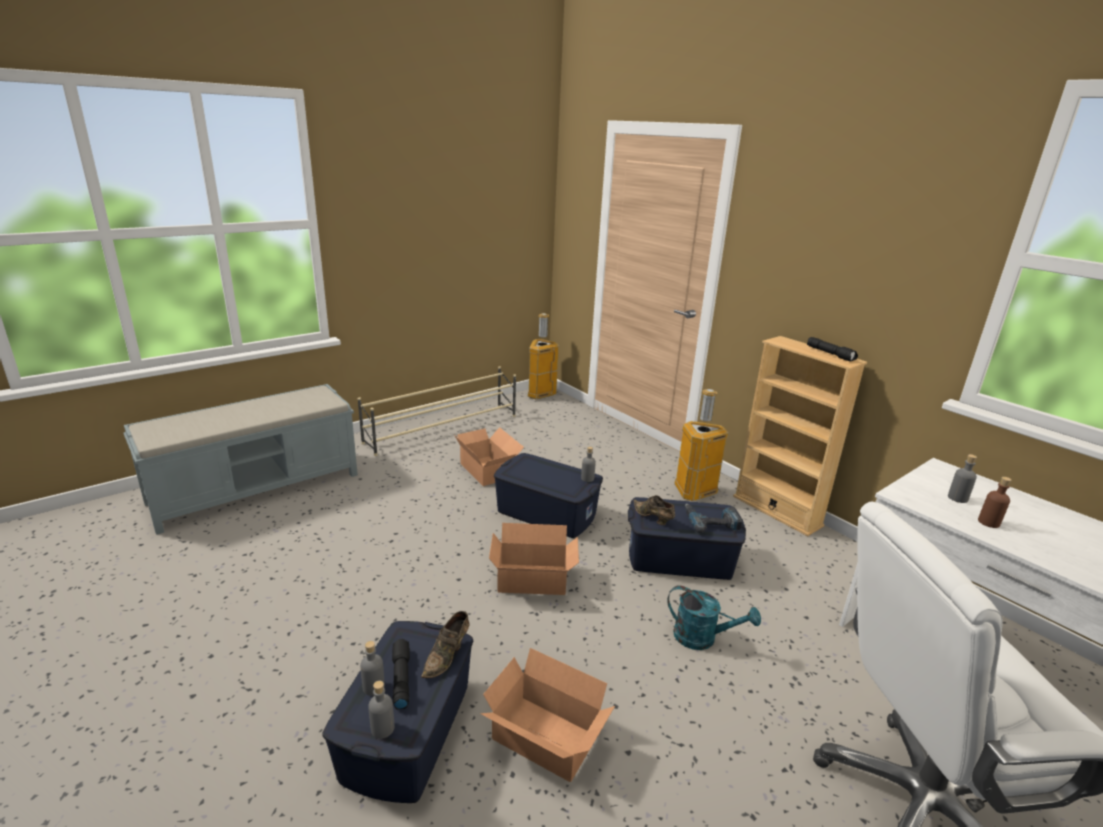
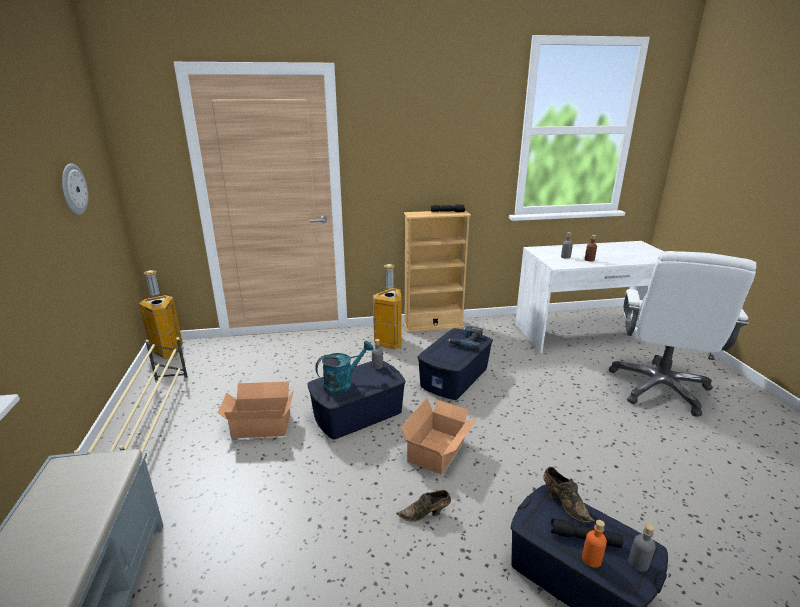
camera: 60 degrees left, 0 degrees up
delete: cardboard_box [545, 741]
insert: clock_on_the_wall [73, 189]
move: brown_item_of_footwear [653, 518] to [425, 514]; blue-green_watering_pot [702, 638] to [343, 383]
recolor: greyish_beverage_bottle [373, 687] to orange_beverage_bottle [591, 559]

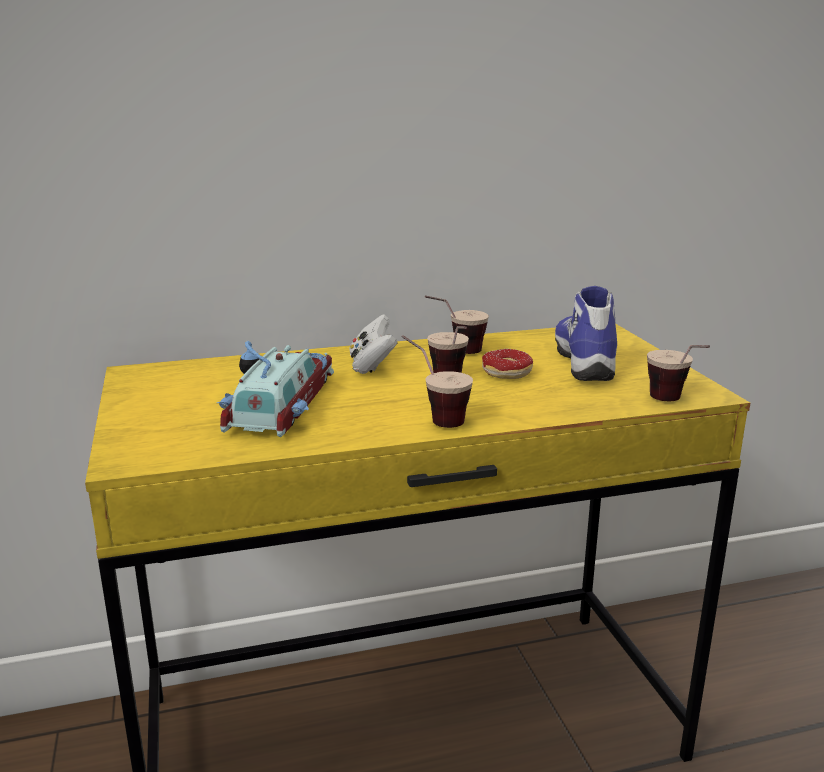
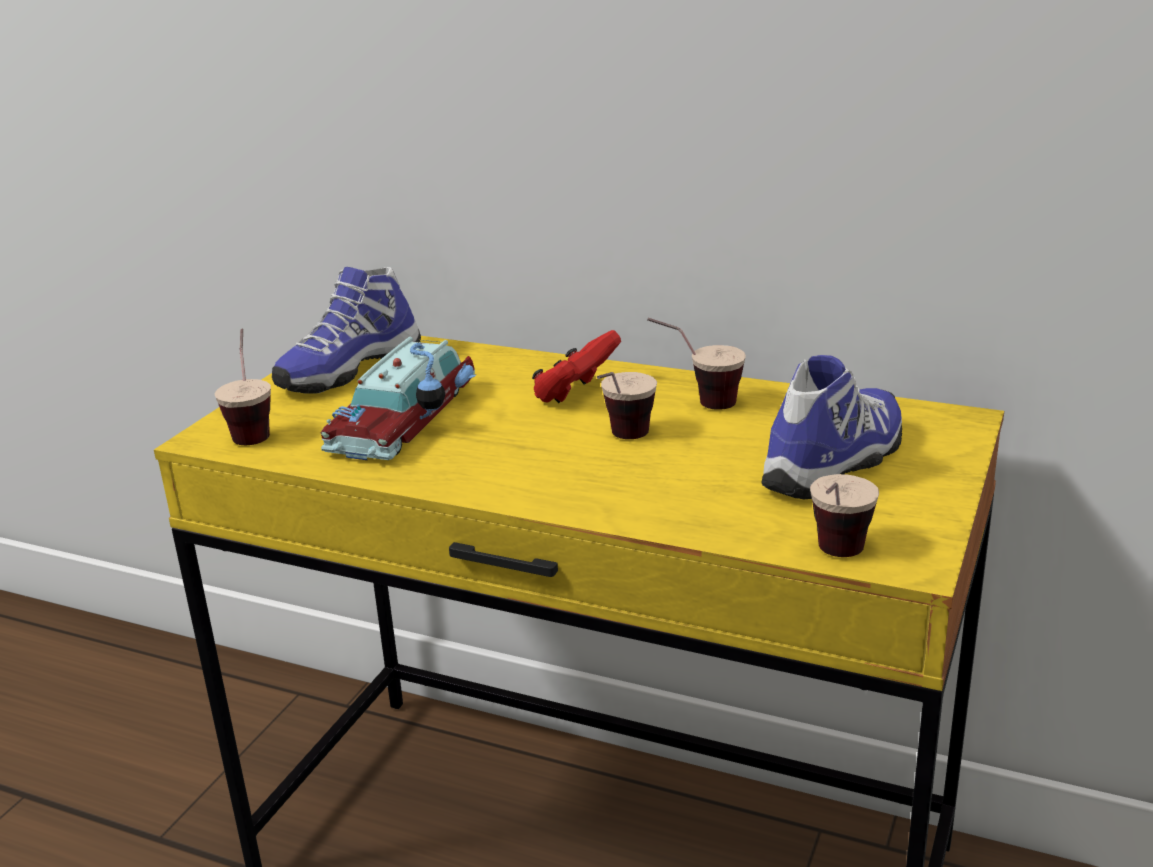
camera: 40 degrees right, 5 degrees up
delete: ring_doughnut [503, 376]
insert: item_of_footwear [347, 369]
move: drinking_cup [433, 417] to [252, 429]
recolor: whitish_joypad [372, 365] to reddish_joypad [575, 394]
rotate: model_car [277, 404] = [409, 416] 150 degrees clockwise

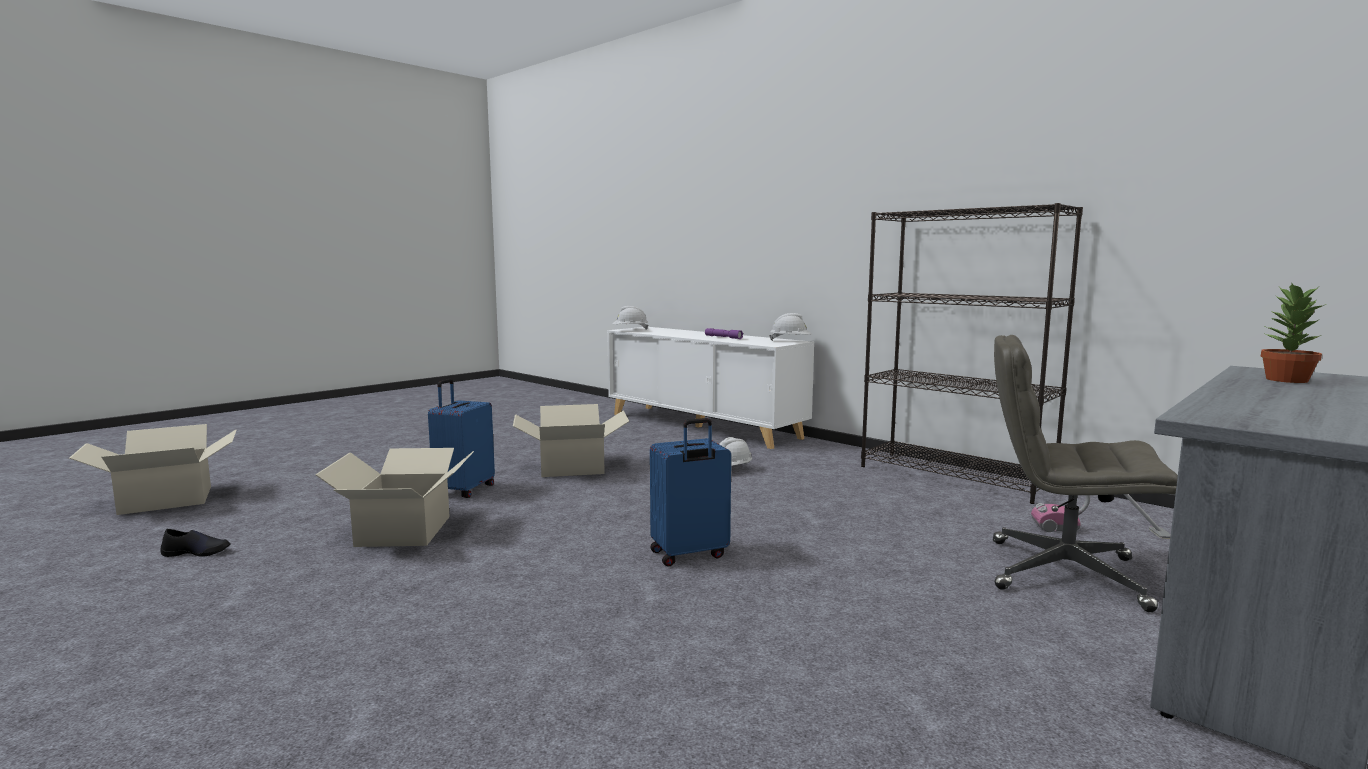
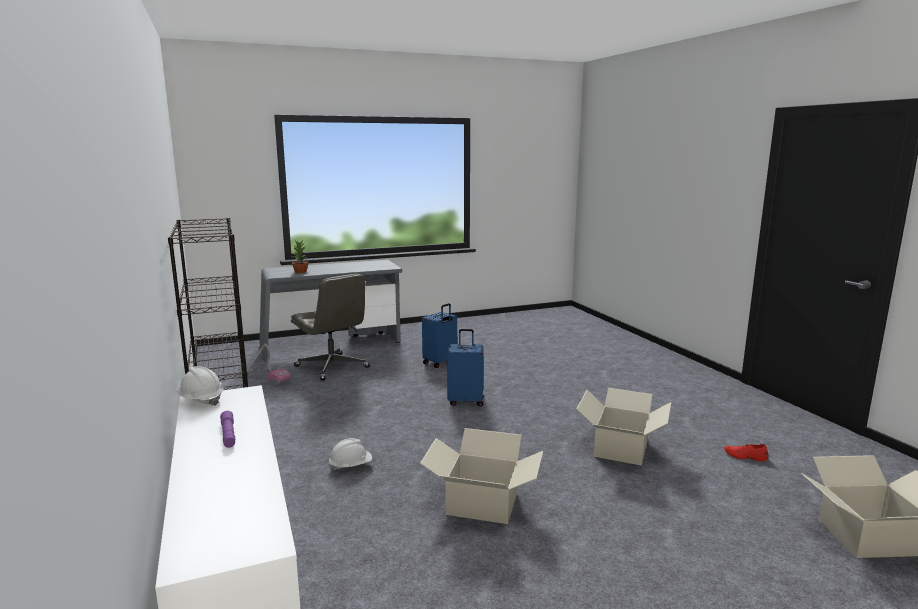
camera: 155 degrees left, 5 degrees up
delete: whitish_hard_hat [630, 330]
move: blue-coloured_travel_case [464, 490] to [440, 362]
recolor: black-coloured_item_of_footwear [197, 552] to reddish_item_of_footwear [745, 456]

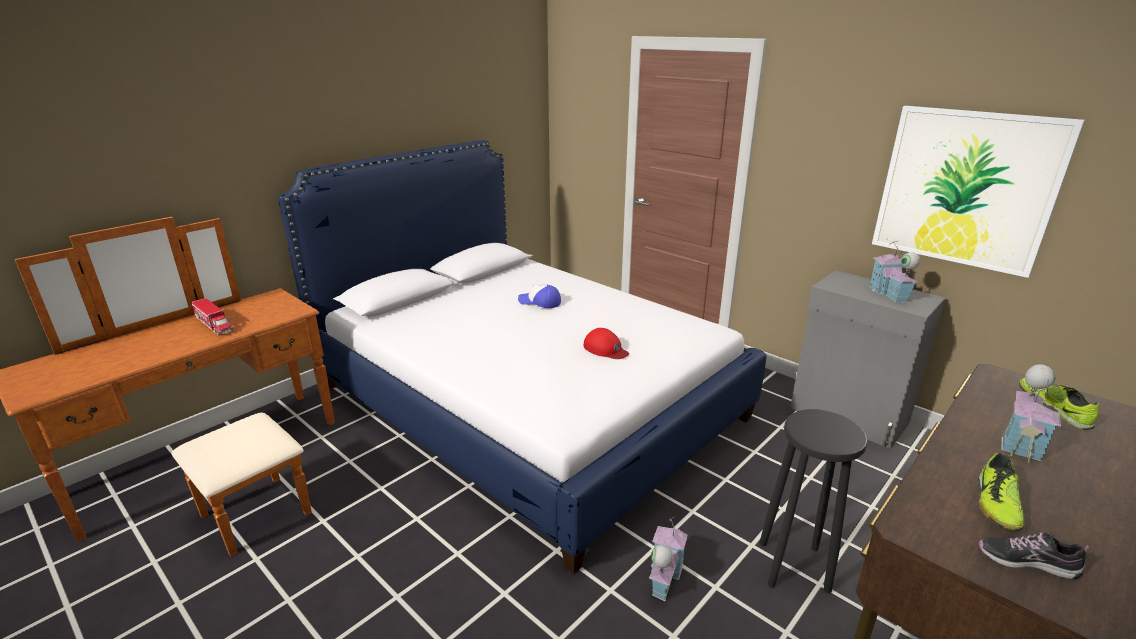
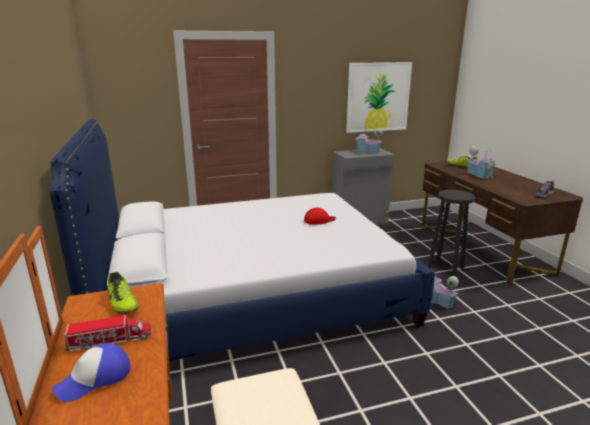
camera: 60 degrees left, 5 degrees down
move: peaked_cap [540, 302] to [95, 379]; item_of_footwear [996, 504] to [122, 303]

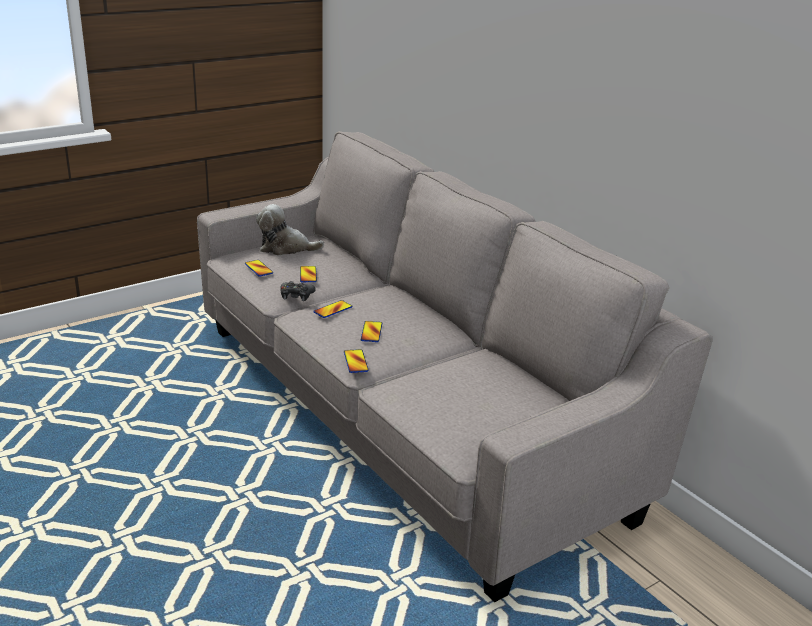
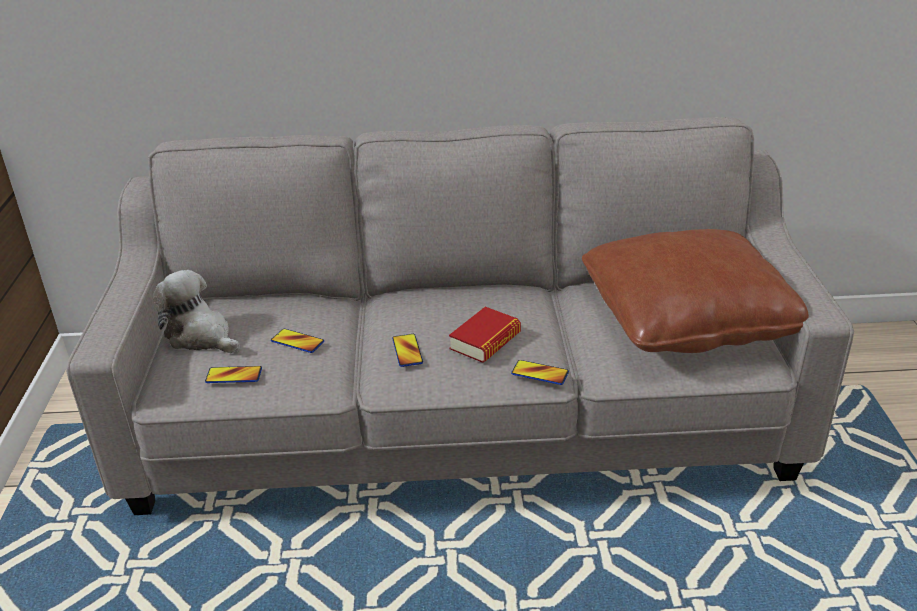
camera: 55 degrees left, 5 degrees up
delete: black-coloured_joypad [296, 295]
insert: brown_pillow [686, 319]
replace: telephone [371, 332] to volume [485, 341]
rotate: plush_toy [285, 248] = [201, 336] 90 degrees clockwise

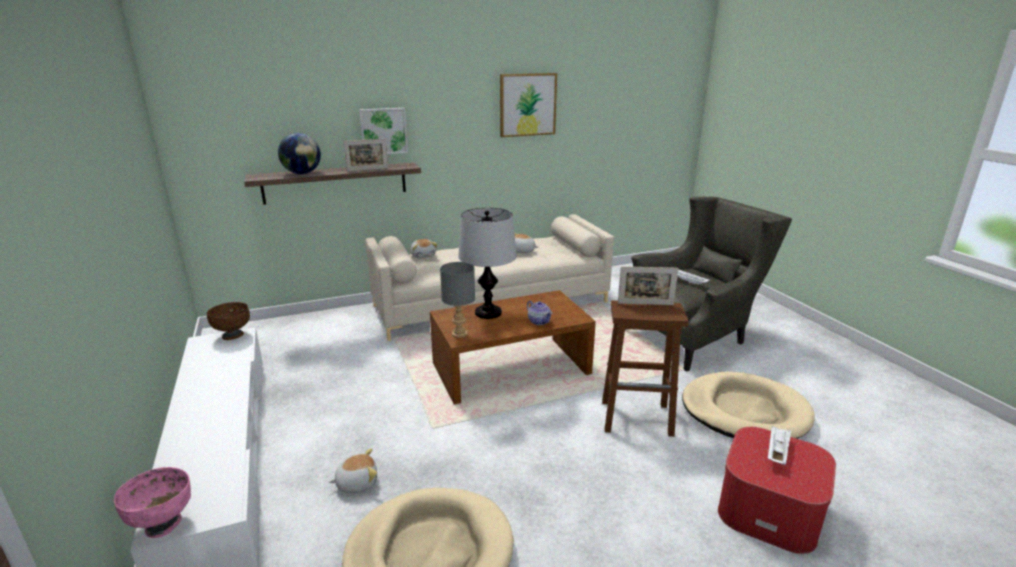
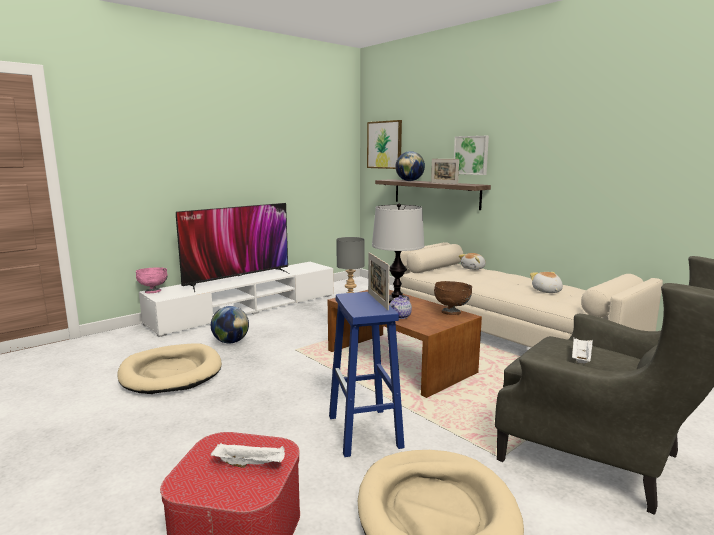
camera: 70 degrees right, 10 degrees down
insert: television [238, 279]
move: picture [527, 105] to [384, 145]; brown_serving_bowl [233, 335] to [451, 313]
replace: plush_toy [357, 482] to globe [231, 342]
recolor: brown_stool [637, 418] to blue-coloured_stool [365, 432]

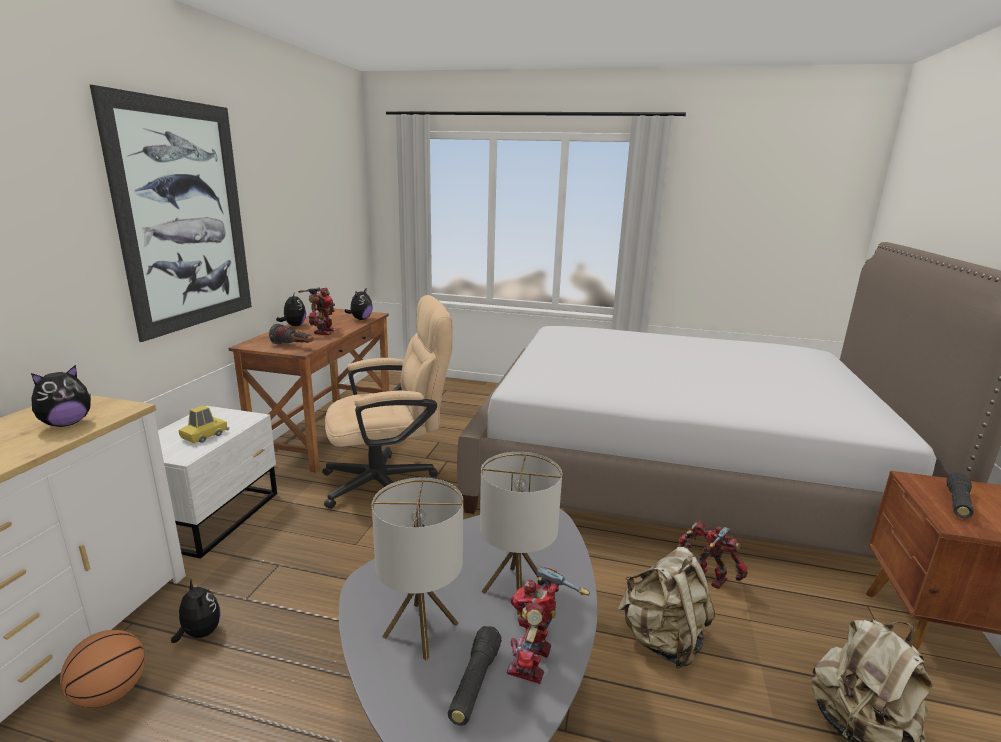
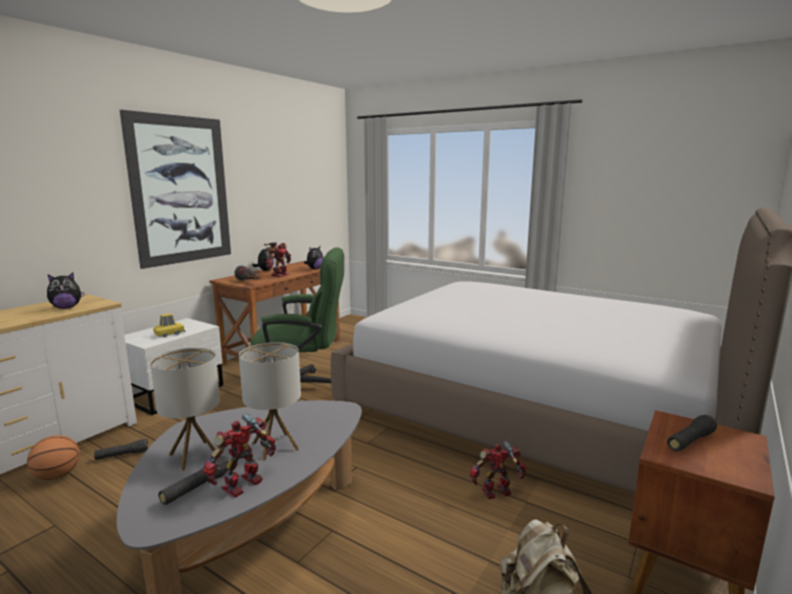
camera: 20 degrees right, 5 degrees down
delete: beige_rucksack [662, 640]
replace: plush_toy [199, 633] to black-coloured_torch [122, 455]
recolor: beige_desk_chair [390, 482] to green_desk_chair [302, 388]
rotate: toy_robot [708, 579] = [497, 493] 75 degrees counterclockwise

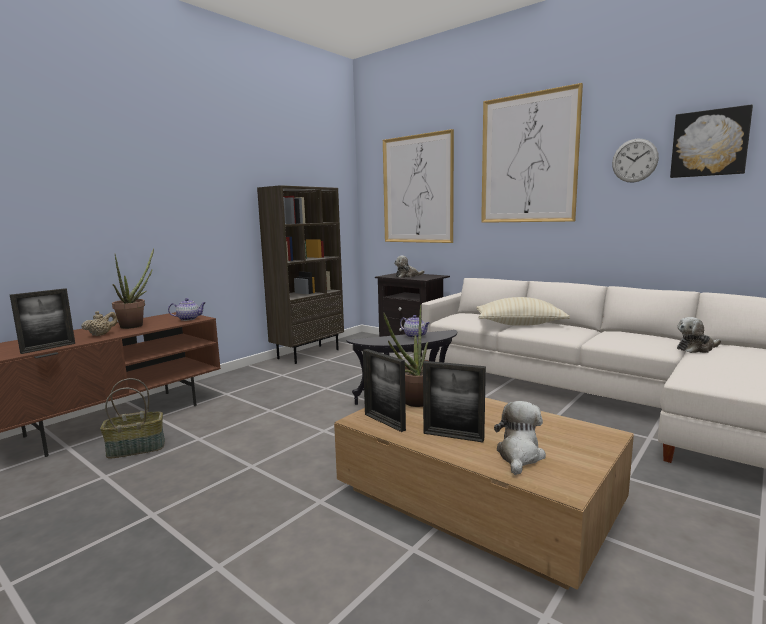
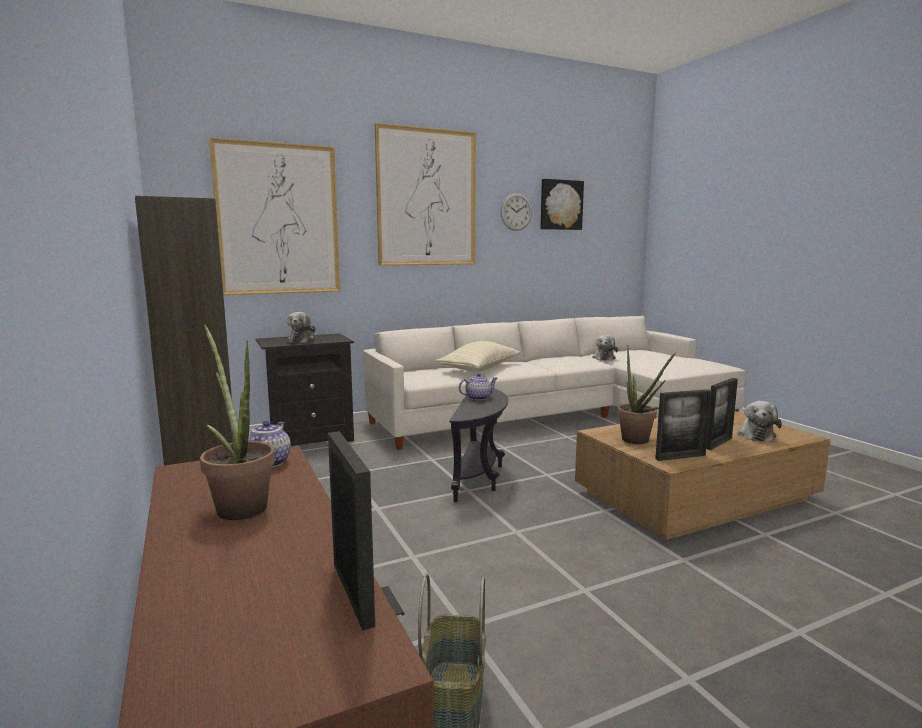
camera: 65 degrees left, 0 degrees up
delete: beige_pot_for_tea [101, 334]
rotate: plush_toy [519, 455] = [756, 435] 120 degrees counterclockwise

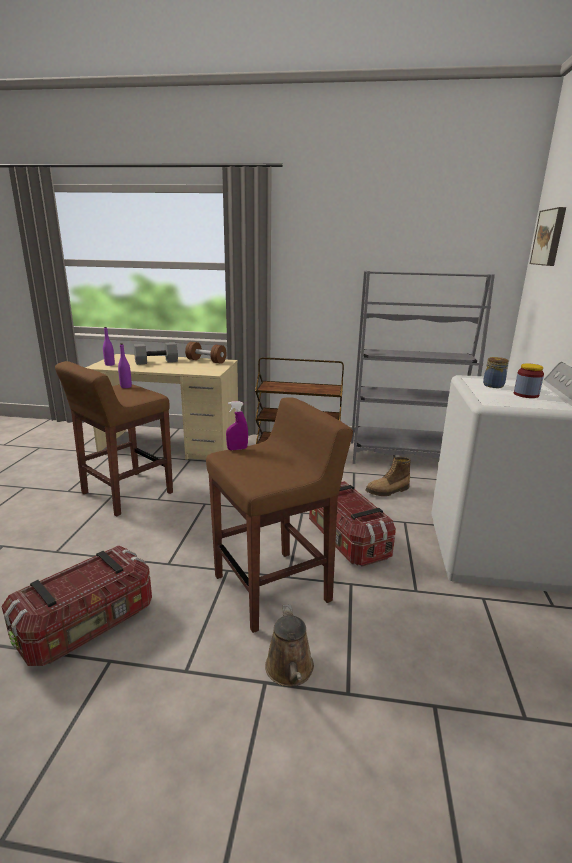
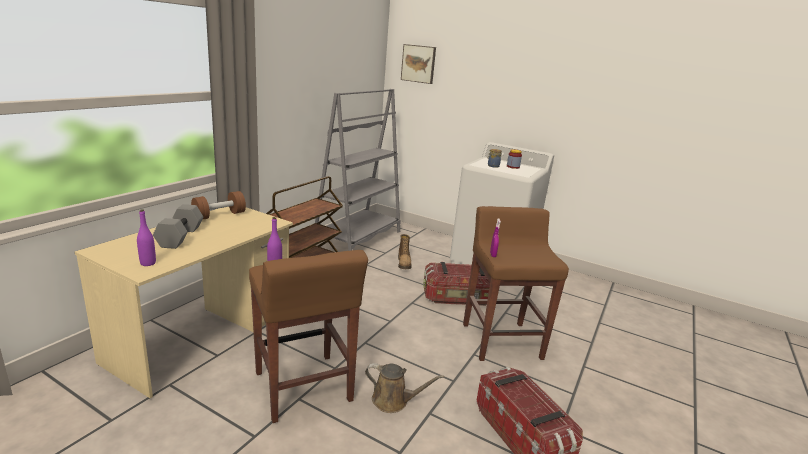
camera: 70 degrees left, 0 degrees up
move: brown_watering_pot [290, 671] to [393, 401]

